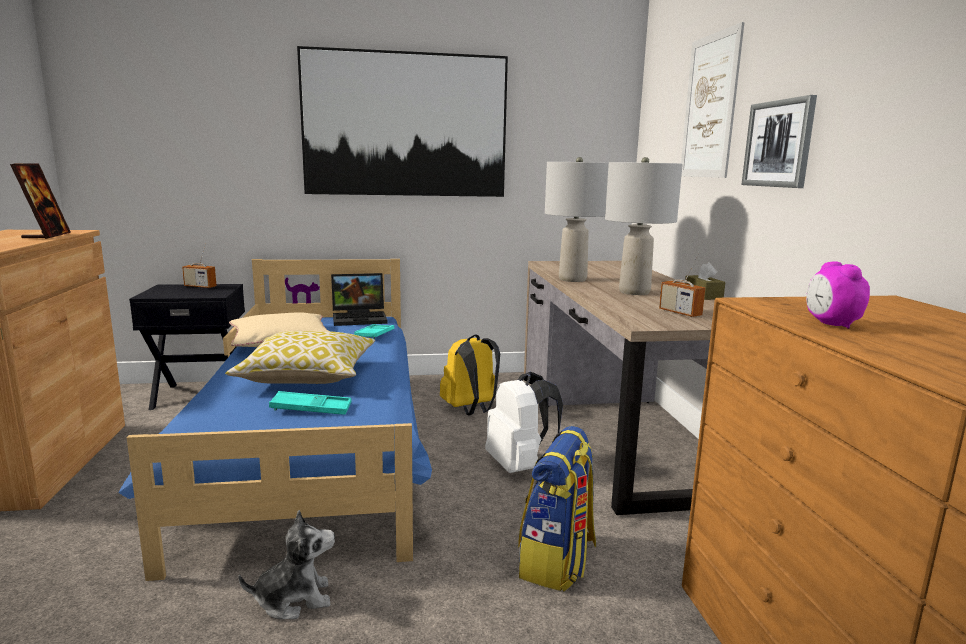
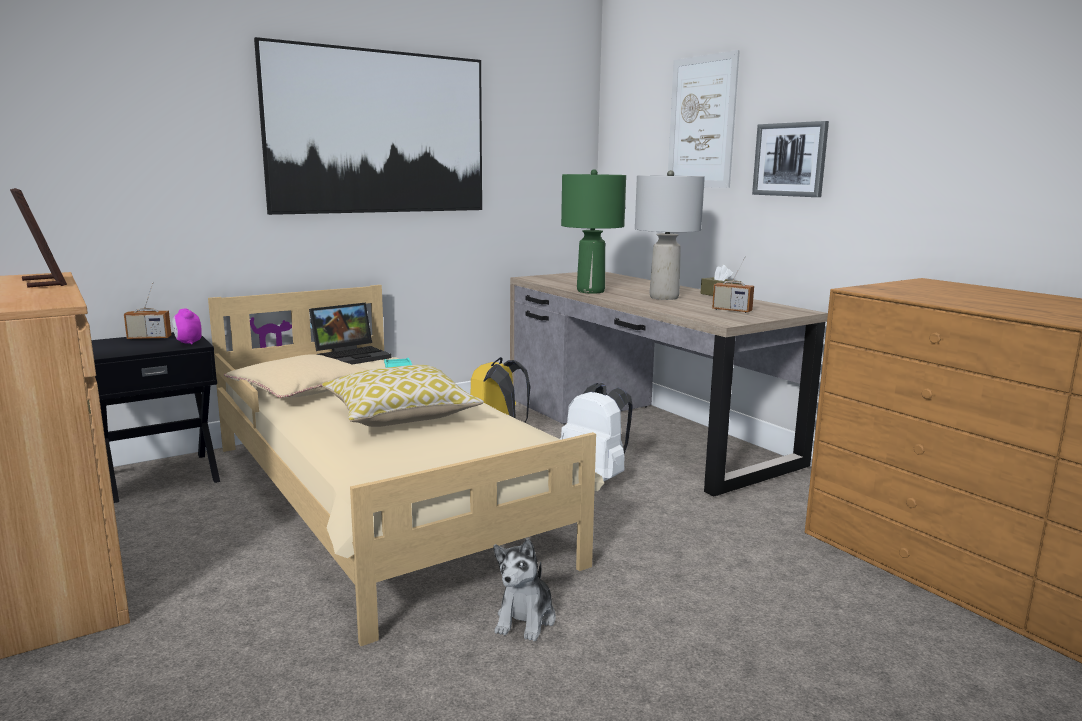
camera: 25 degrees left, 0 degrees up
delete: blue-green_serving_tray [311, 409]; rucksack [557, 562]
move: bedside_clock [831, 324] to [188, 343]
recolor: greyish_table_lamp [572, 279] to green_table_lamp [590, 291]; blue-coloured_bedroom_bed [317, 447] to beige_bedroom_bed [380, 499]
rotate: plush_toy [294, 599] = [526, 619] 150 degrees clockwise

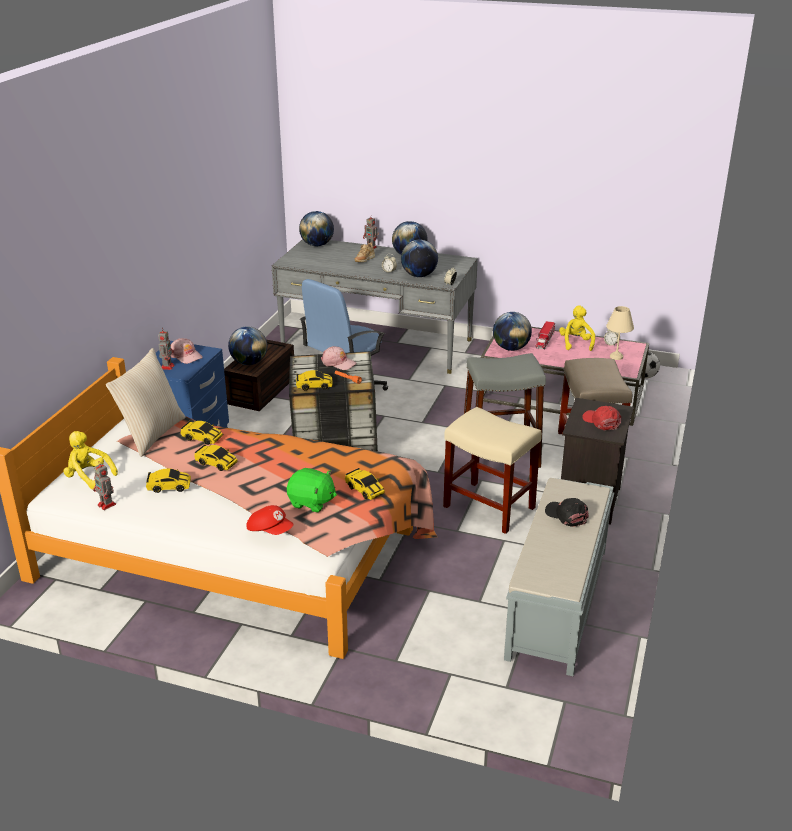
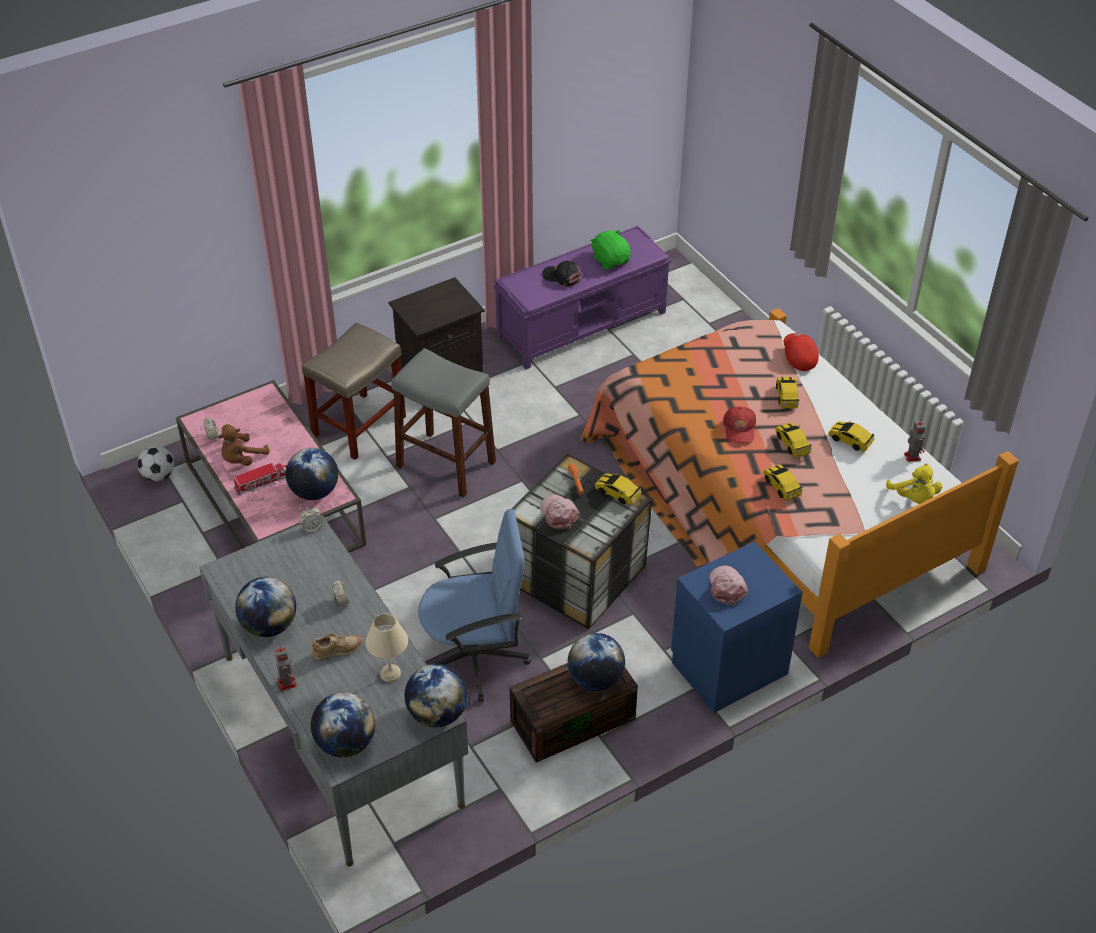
camera: 140 degrees left, 15 degrees up
delete: toy_robot [167, 366]; beige_pillow [151, 434]; beige_stool [487, 507]
move: globe [419, 275] to [437, 714]; beige_table_lamp [616, 356] to [389, 673]; reddish_peaked_cap [601, 421] to [739, 428]; green_plush_toy [311, 502] to [610, 260]; model_car [364, 490] to [786, 396]
recolor: yellowish_plush_toy [576, 343] to brown_plush_toy [242, 459]; greyish_indoor_bench [557, 604] to purple_indoor_bench [583, 324]
rotate: black-coloured_peaked_cap [566, 515] = [562, 277] 120 degrees clockwise

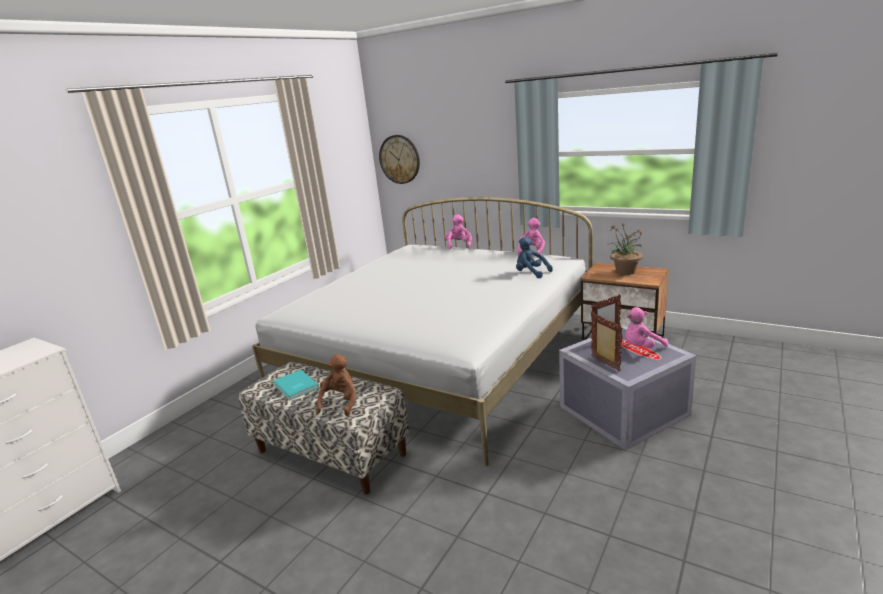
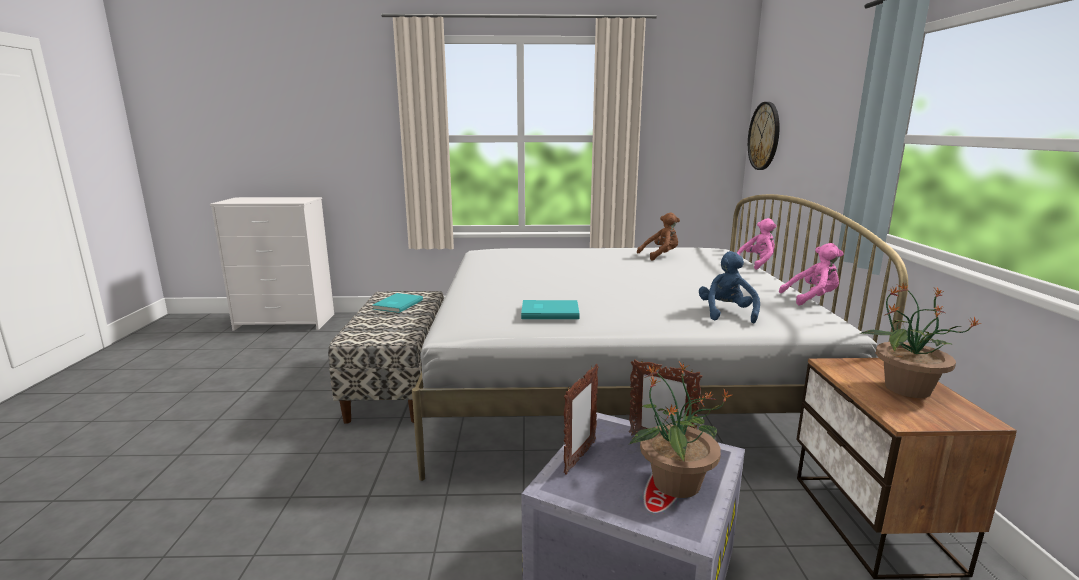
camera: 55 degrees right, 5 degrees down
insert: blue-green_volume [549, 311]
move: brown_plush_toy [340, 402] to [660, 256]
replace: pink-coloured_plush_toy [641, 347] to potted_plant [675, 483]

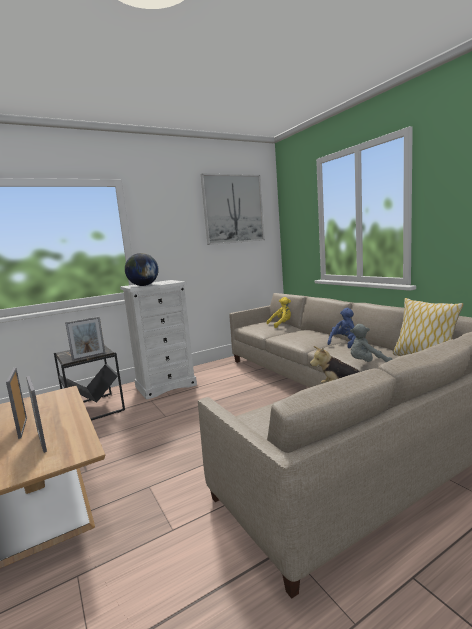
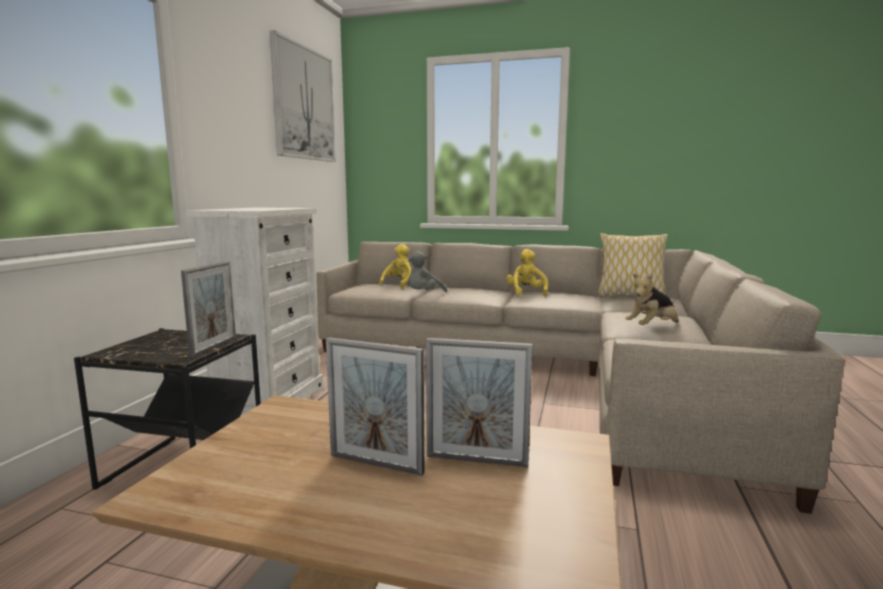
camera: 45 degrees left, 0 degrees up
delete: globe [143, 285]
move: greyish_plush_toy [367, 363] to [424, 294]
recolor: blue-coloured_plush_toy [344, 343] to yellowish_plush_toy [526, 293]

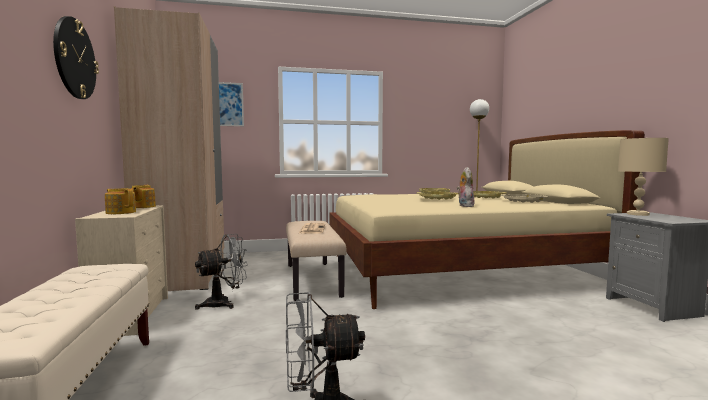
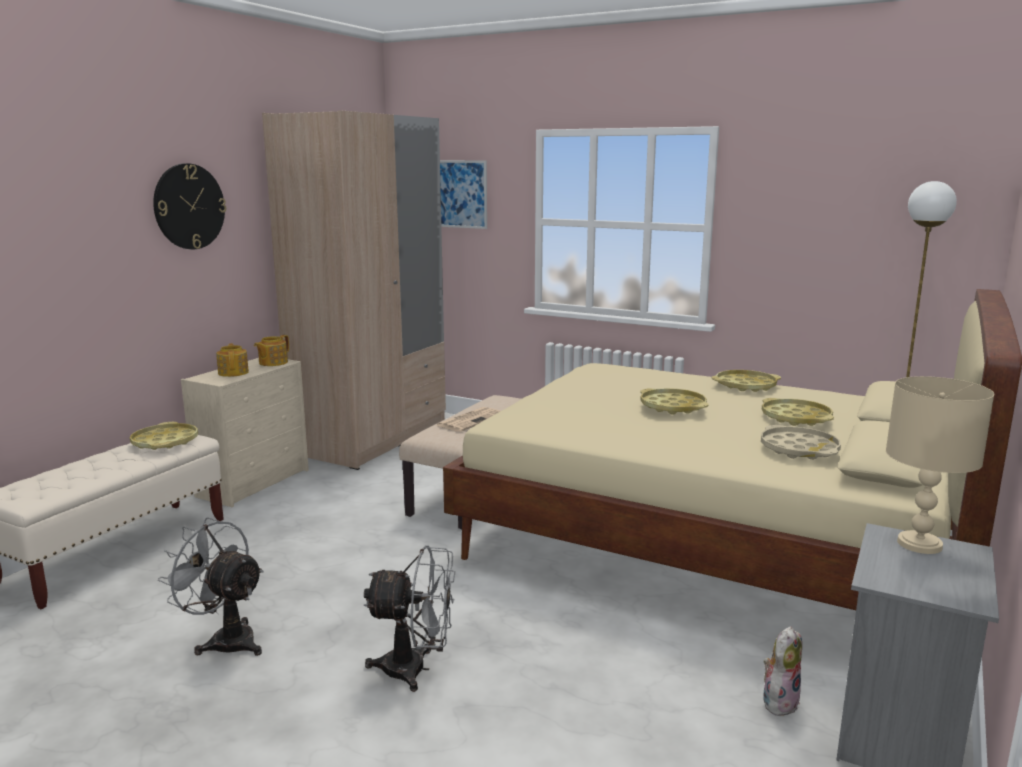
camera: 40 degrees right, 10 degrees up
insert: yellowish_serving_tray [165, 442]
move: plush_toy [464, 206] to [779, 701]; greyish_electric_fan [224, 303] to [416, 669]

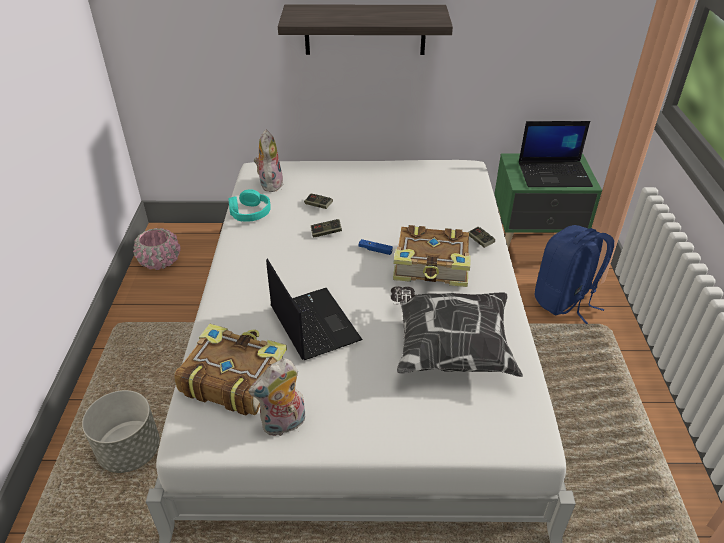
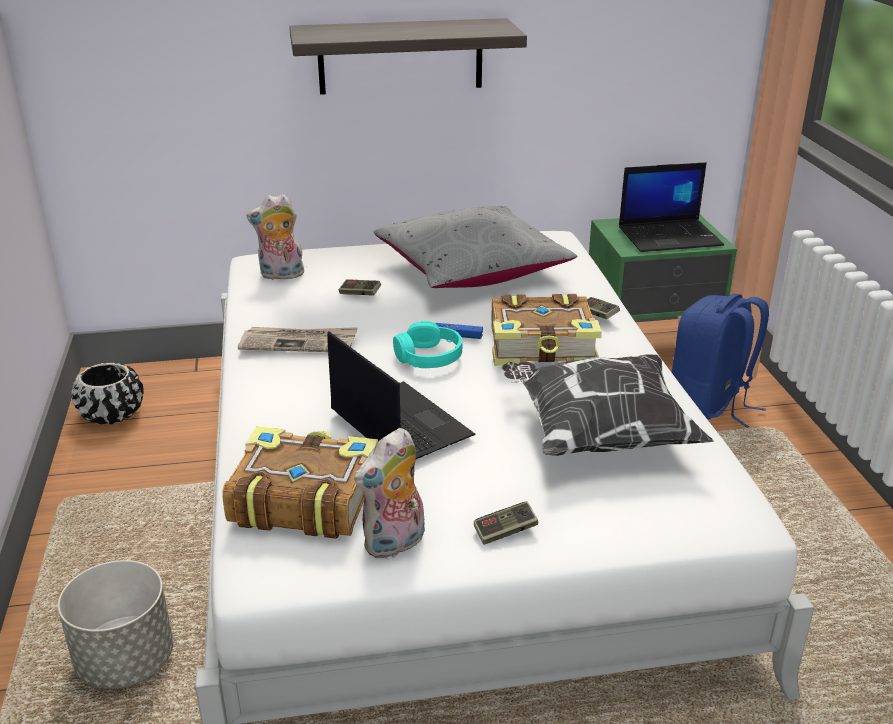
camera: 10 degrees left, 10 degrees down
insert: greyish_pillow [471, 269]; newspaper [299, 342]
move: blue-green_headset [250, 213] to [428, 357]; joypad [326, 232] to [505, 531]
recolor: pink-coloured_flower_pot [160, 261] to black-coloured_flower_pot [112, 413]
rotate: plush_toy [270, 183] = [281, 275] 90 degrees counterclockwise

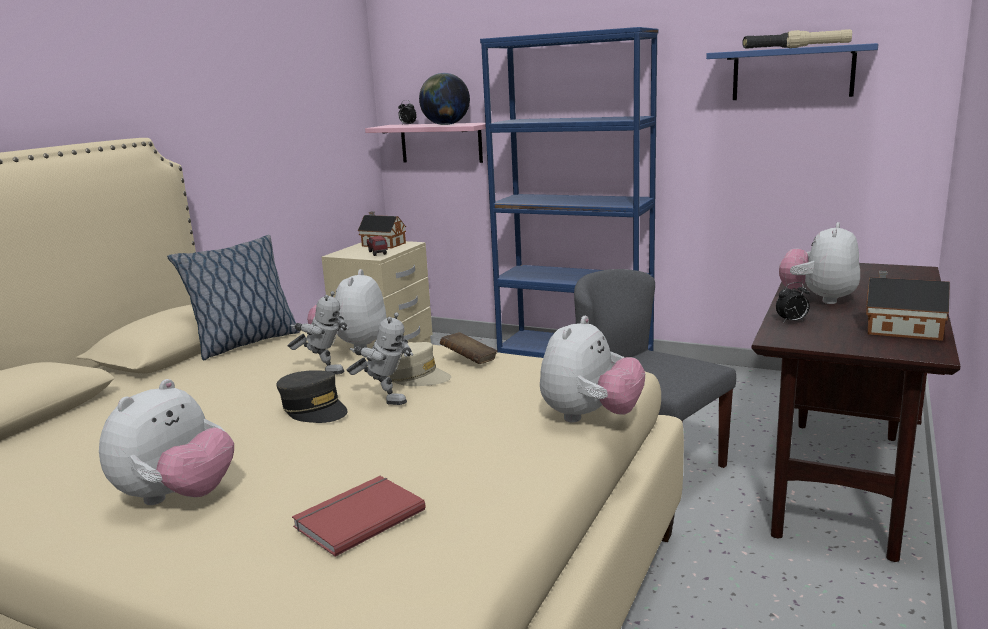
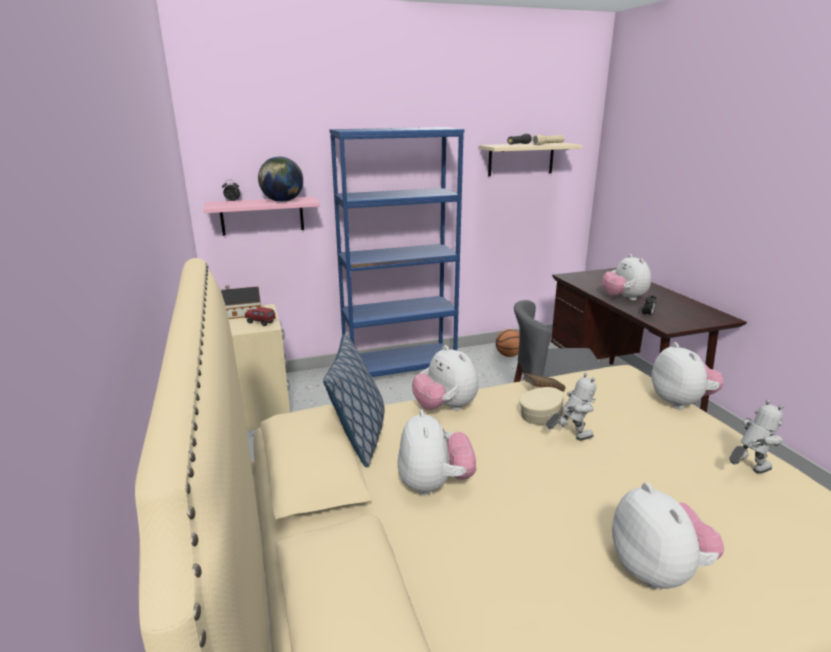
camera: 45 degrees left, 5 degrees up
delete: model_house [900, 330]; greyish_peaked_cap [314, 409]; reddish_volume [357, 517]
insert: basketball_ball [508, 355]; plush_toy [434, 484]
move: toy_robot [324, 371] to [747, 471]
recolor: blue-coloured_bracket_shelf [792, 73] to beige_bracket_shelf [521, 159]

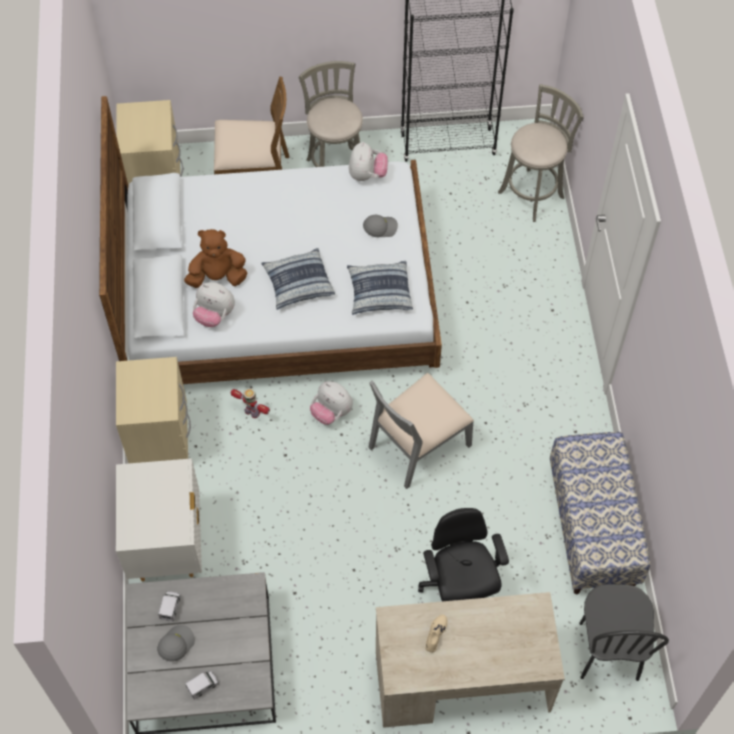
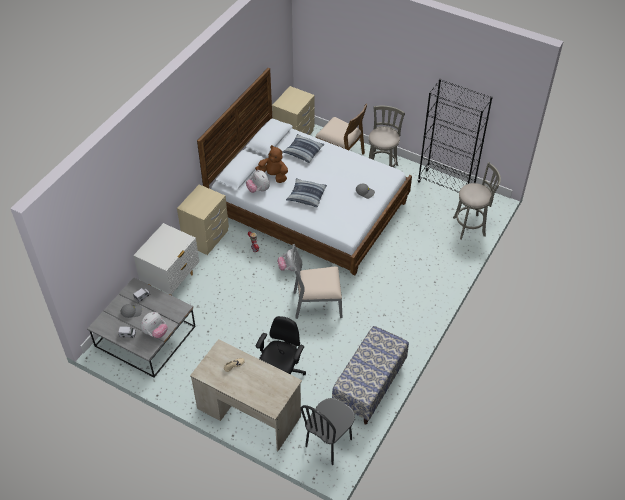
camera: 35 degrees right, 10 degrees down
move: plush_toy [367, 175] to [155, 332]; pillow [379, 292] to [303, 151]

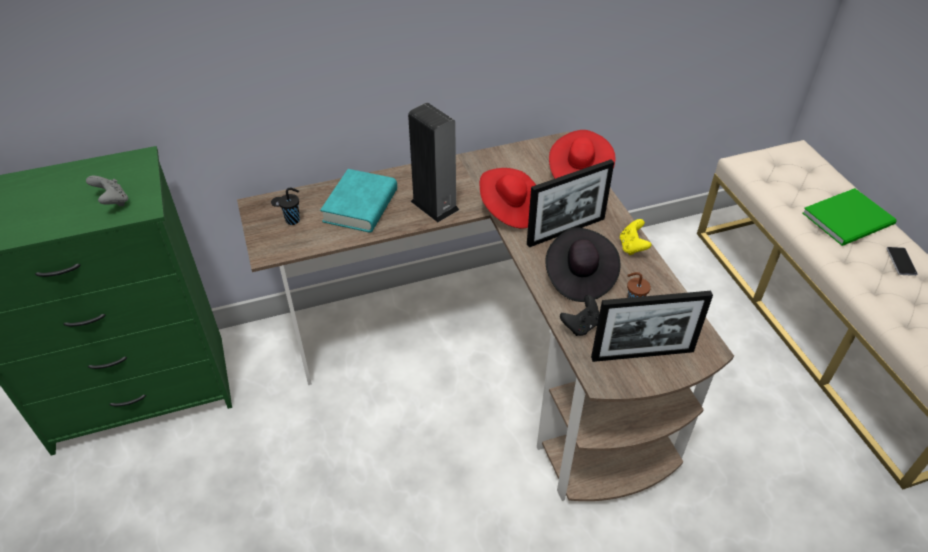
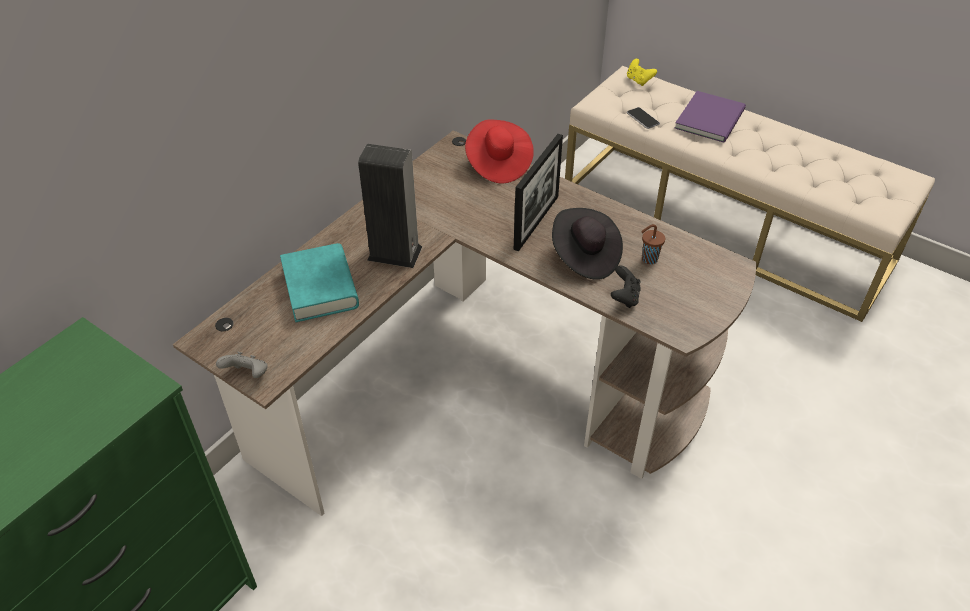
camera: 35 degrees left, 0 degrees up
delete: reddish_wearable_hat [509, 210]; black-coloured_drinking_cup [293, 220]; standing_frame [642, 354]
move: greyish_joypad [113, 202] to [247, 375]; yellowish_joypad [632, 247] to [639, 81]; telephone [901, 262] to [642, 119]
recolor: green_volume [851, 219] to purple_volume [712, 118]

